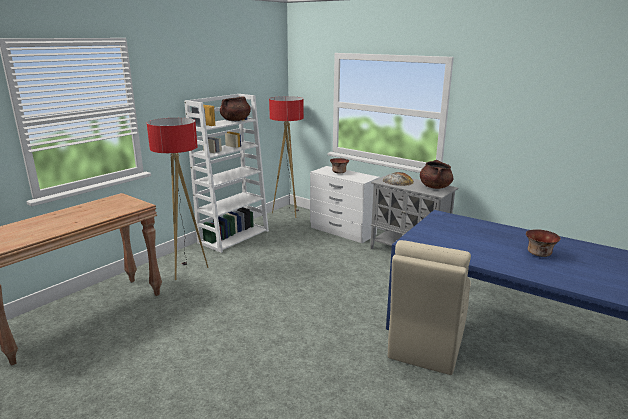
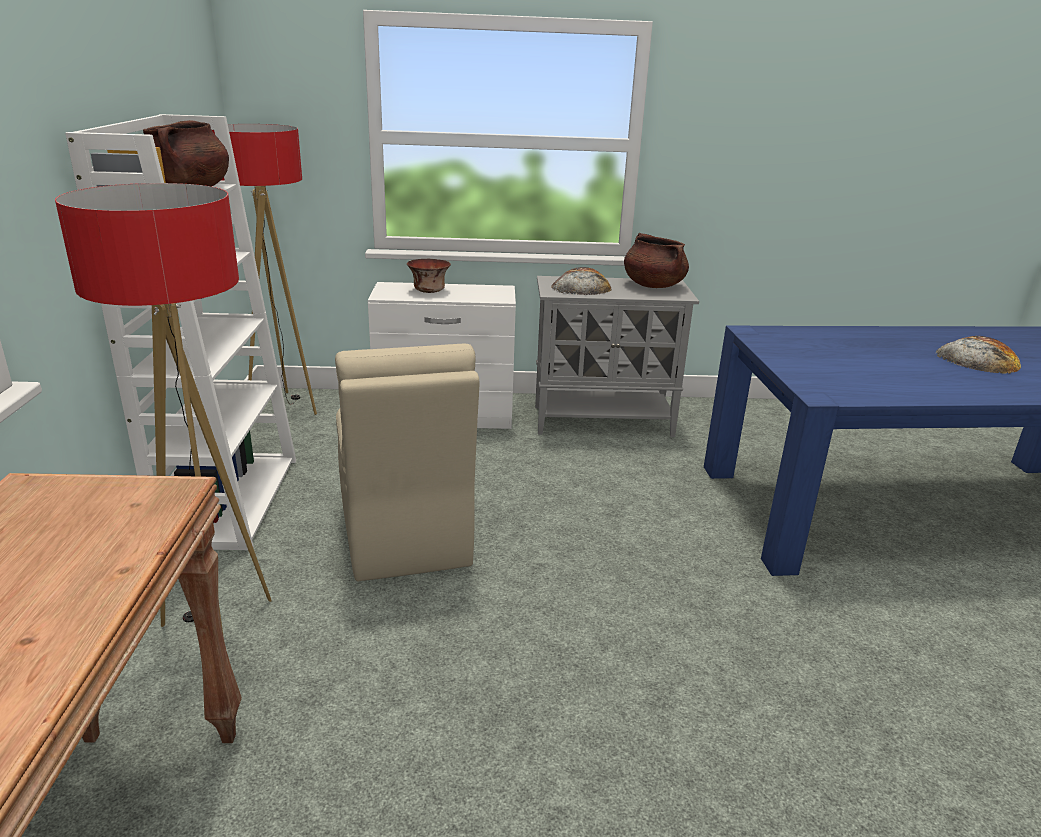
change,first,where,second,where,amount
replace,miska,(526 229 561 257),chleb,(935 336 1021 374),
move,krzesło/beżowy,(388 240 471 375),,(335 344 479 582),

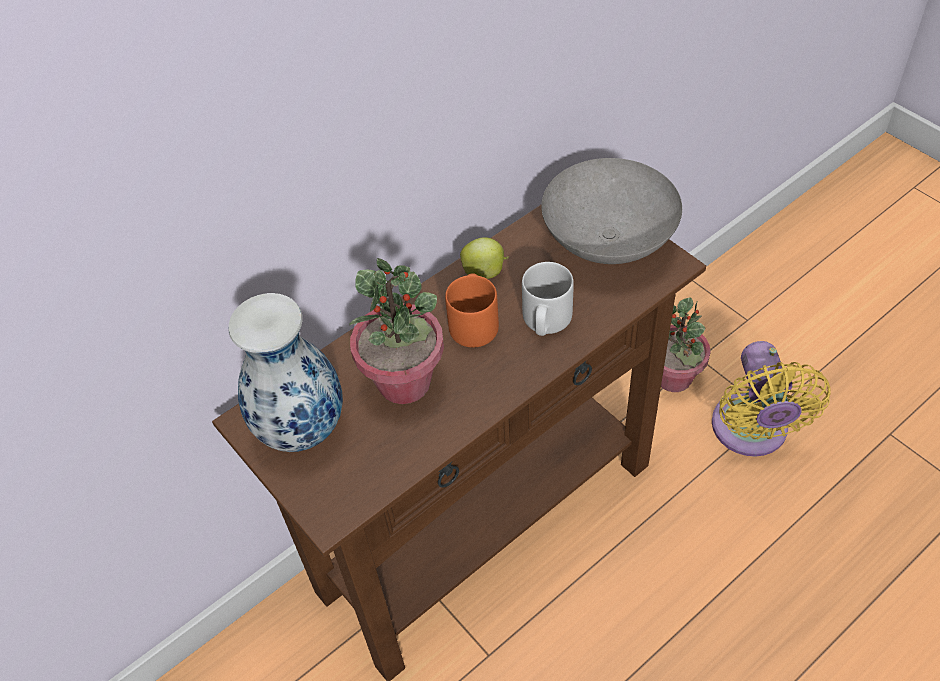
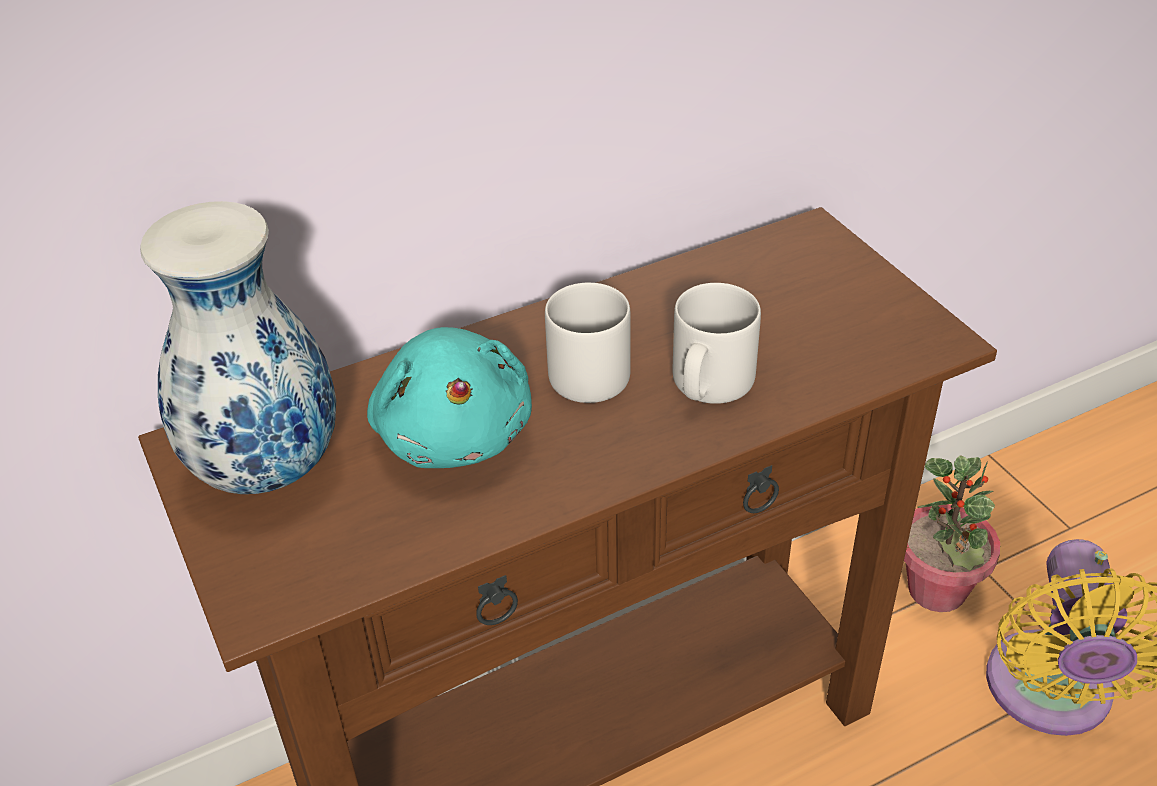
change,first,where,second,where,amount
delete,miska/szary,(541 158 682 264),,,
delete,jabłko,(460 237 509 279),,,
replace,roślina doniczkowa,(349 258 444 404),pluszak/turkusowy,(367 327 532 468),
recolor,kubek/pomarańczowy,(445 273 499 348),kubek/szary,(545 283 631 403),

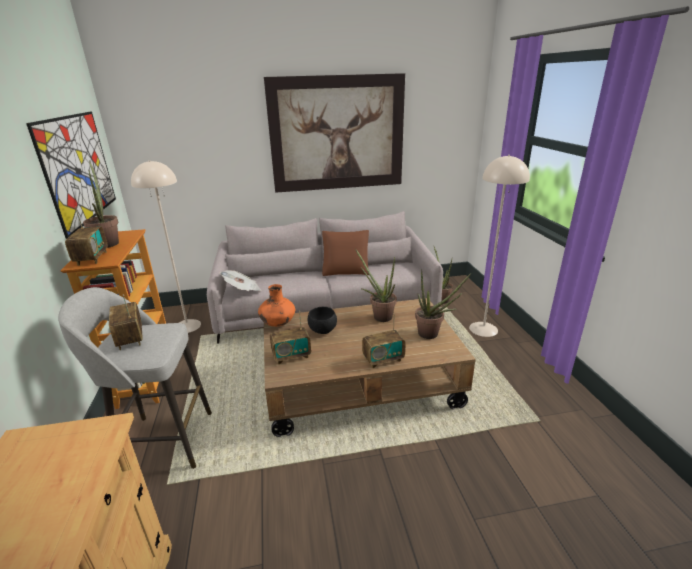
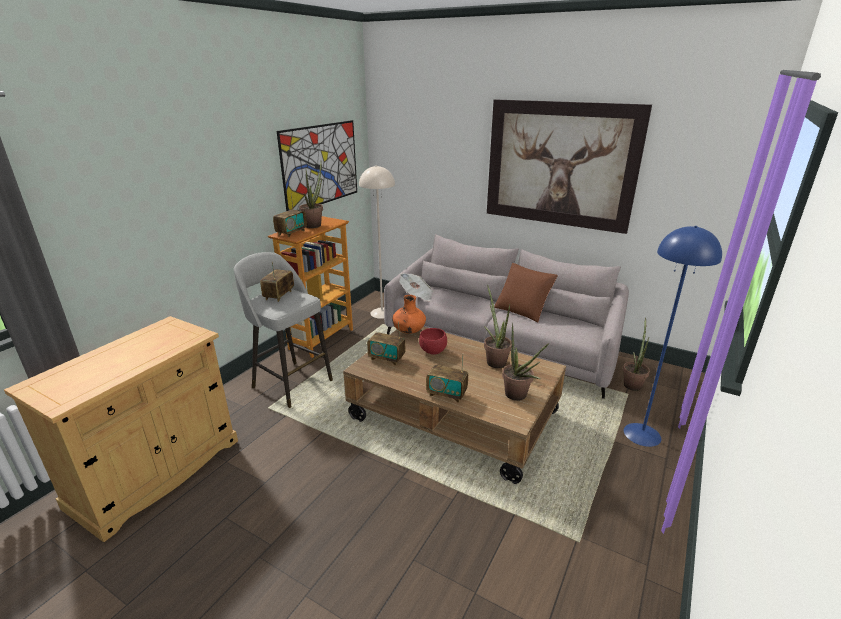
change,first,where,second,where,amount
recolor,lampa stojąca/beżowy,(469 155 530 337),lampa stojąca/niebieski,(624 226 722 447),
recolor,miska/czarny,(308 307 337 334),miska/czerwony,(419 328 447 355),

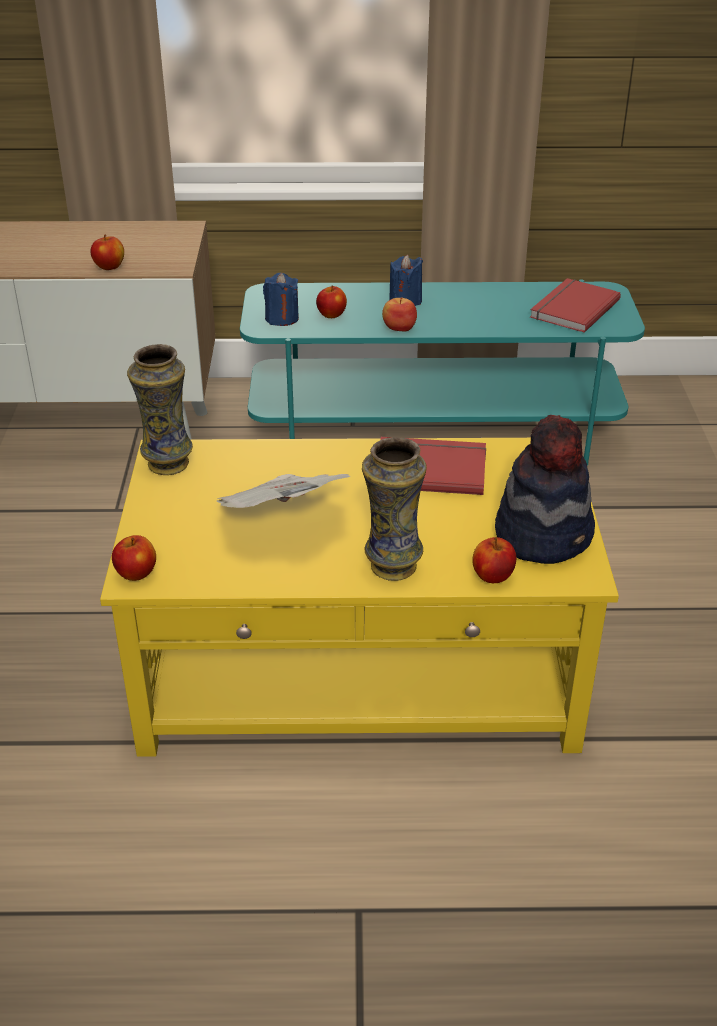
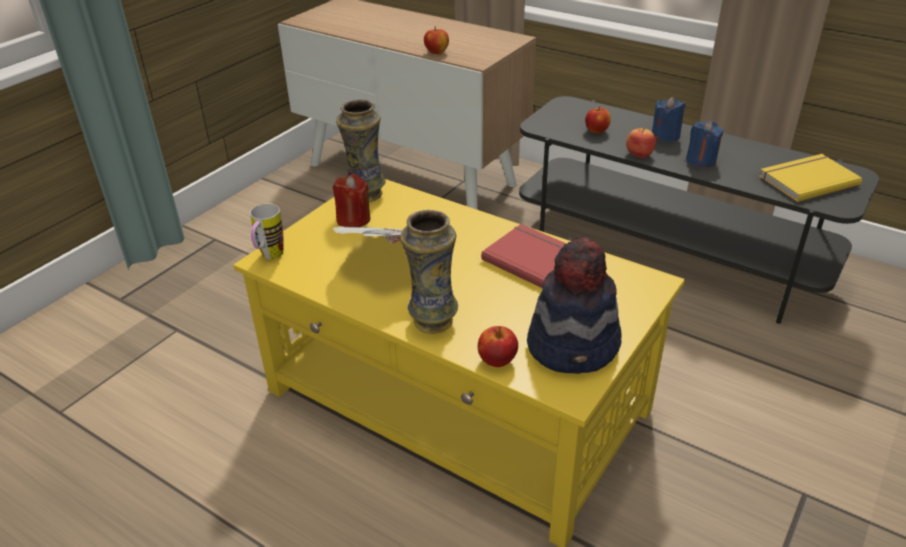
change,first,where,second,where,amount
move,świeca/niebieski,(263 273 299 326),,(686 120 724 167),
recolor,książka/czerwony,(530 278 621 333),książka/żółty,(759 154 862 202),
recolor,szafka pod telewizor/turkusowy,(240 279 645 466),szafka pod telewizor/szary,(519 96 879 324),
replace,jabłko,(112 535 156 581),kubek,(250 204 284 259),
insert,,,świeca/czerwony,(333 174 370 227),

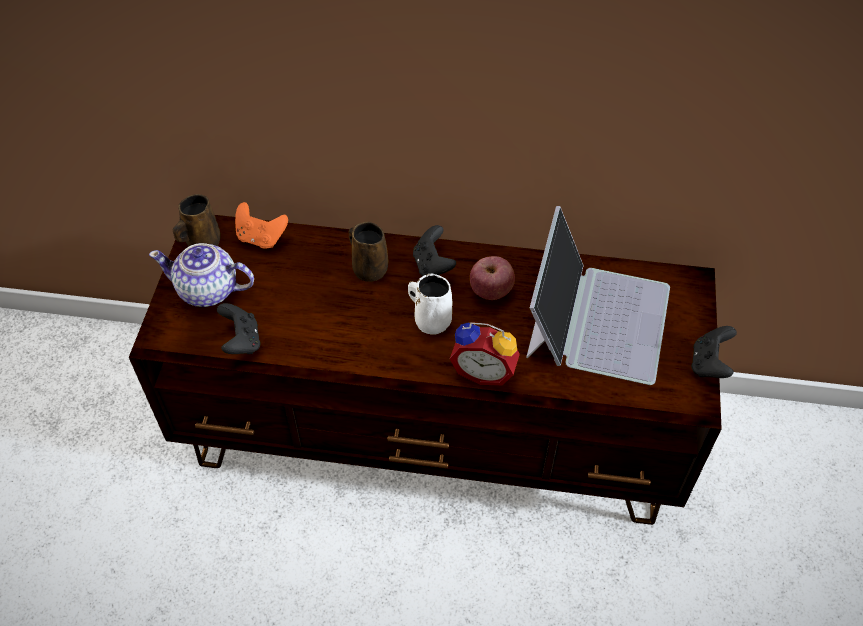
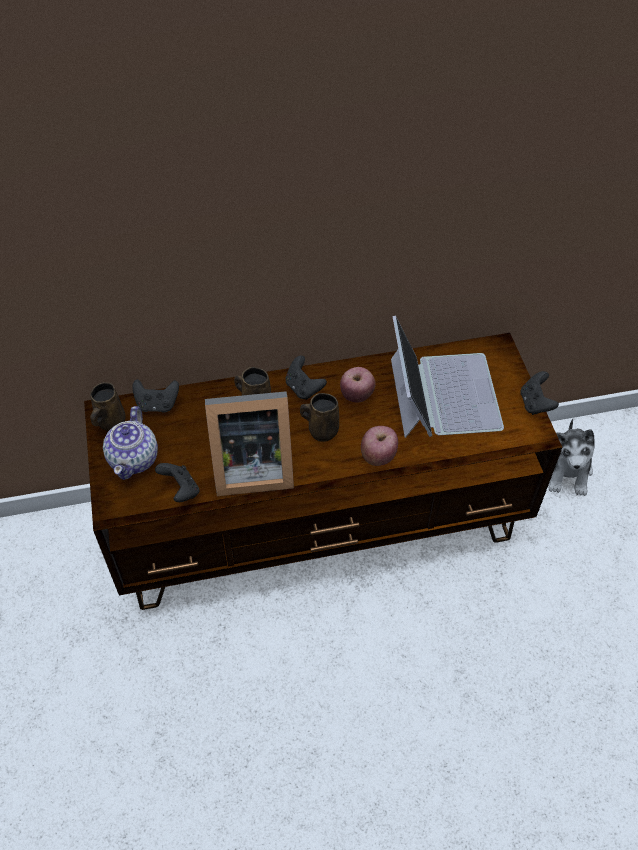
change,first,where,second,where,amount
recolor,pad do gier/pomarańczowy,(235 202 288 249),pad do gier/czarny,(132 379 179 413),
rotate,imbryk,(149 243 254 307),,(103 406 158 480),75 degrees counterclockwise
recolor,kubek/biały,(408 274 452 335),kubek/brązowy,(300 393 339 442),
replace,budzik,(450 322 520 385),jabłko,(361 426 398 466),
insert,,,ramka na zdjęcie,(205 391 294 496),
insert,,,pluszak,(548 419 595 496),

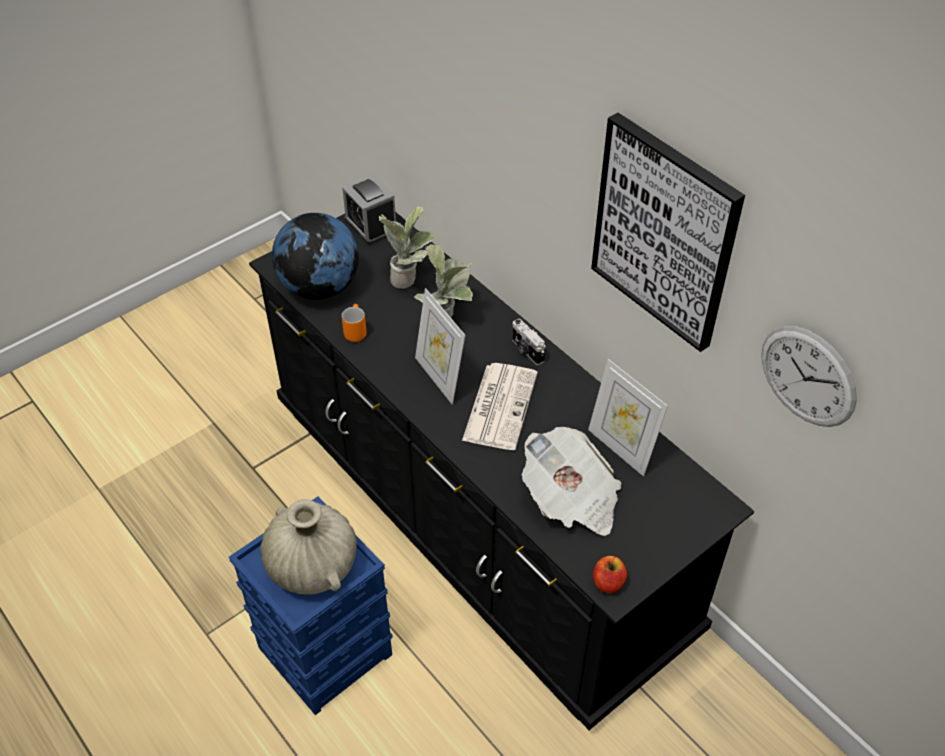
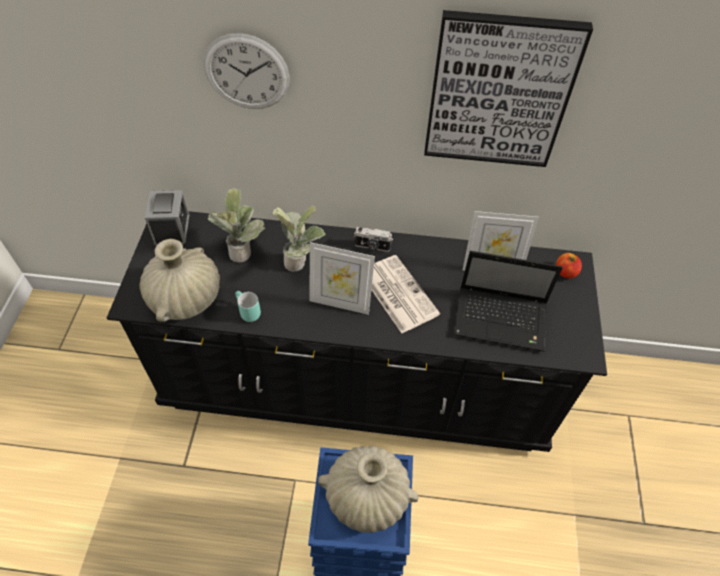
change,first,where,second,where,amount
rotate,budzik,(342 174 396 245),,(145 190 190 247),105 degrees counterclockwise
replace,globus,(272 213 359 300),wazon/beżowy,(139 239 220 322),
recolor,kubek/pomarańczowy,(342 304 367 342),kubek/turkusowy,(235 291 261 322),
move,zegar ścienny,(761 326 857 427),,(204 33 290 109),
replace,gazeta,(522 427 622 536),laptop,(454 251 562 352),
move,jabłko,(593 556 627 593),,(556 253 582 278),

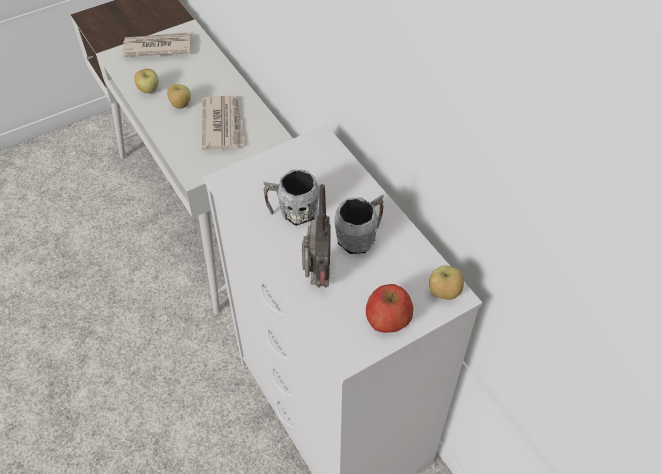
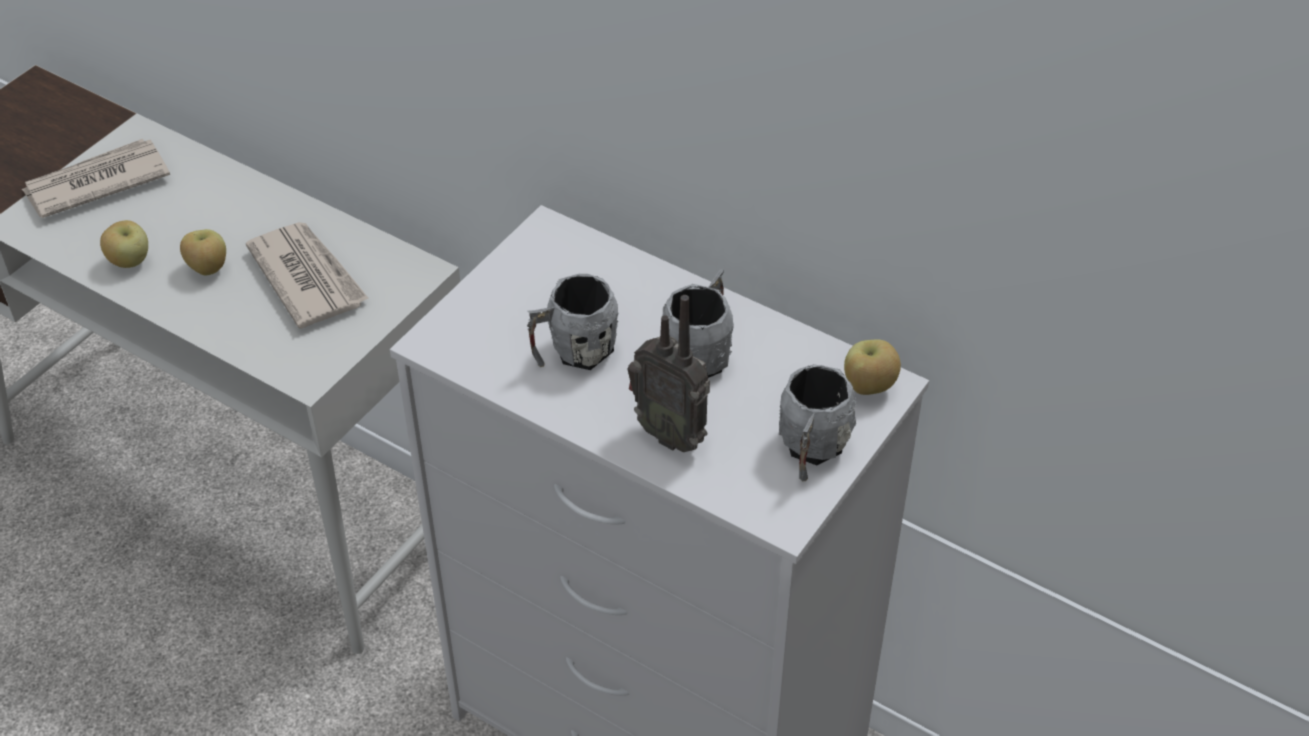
change,first,where,second,where,amount
rotate,radio,(302 184 331 288),,(627 295 710 452),150 degrees clockwise
replace,jabłko,(366 284 413 333),kubek/szary,(779 364 857 482),

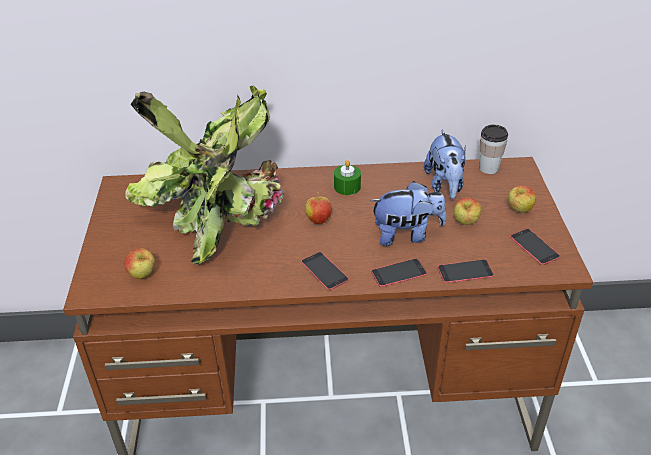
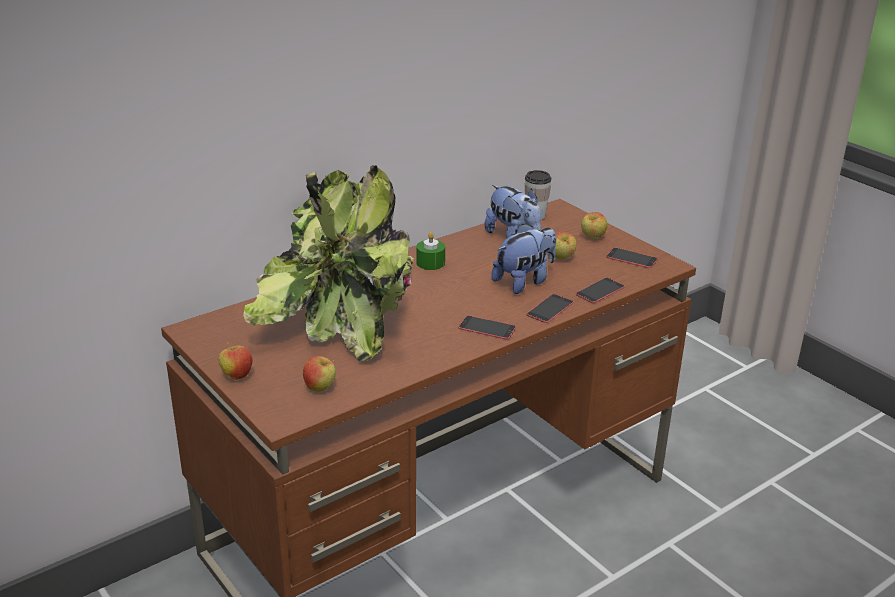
change,first,where,second,where,amount
move,jabłko,(305 192 332 224),,(219 342 252 380),

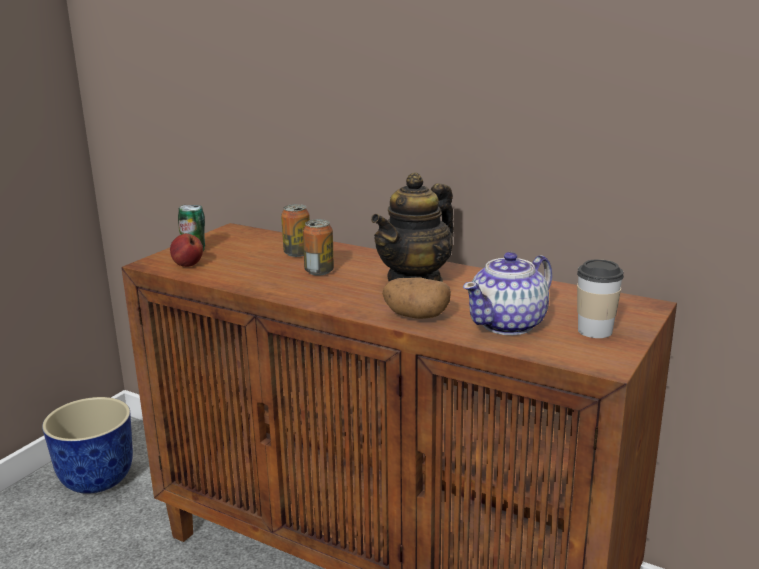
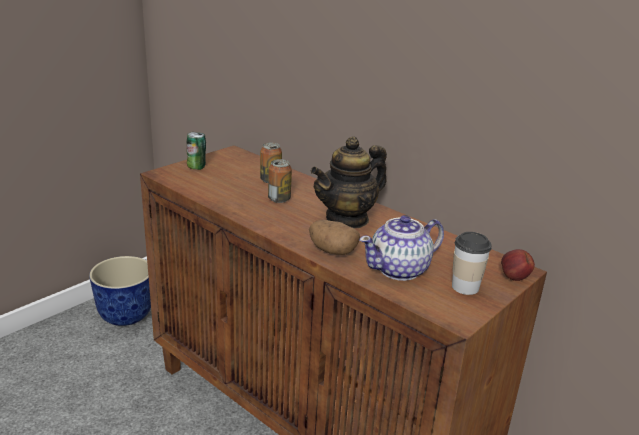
change,first,where,second,where,amount
move,jabłko,(170 234 203 267),,(501 249 535 281),

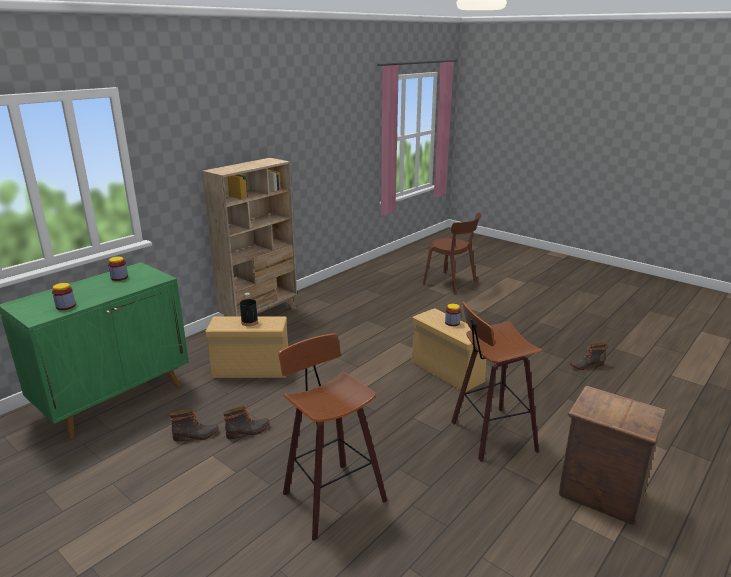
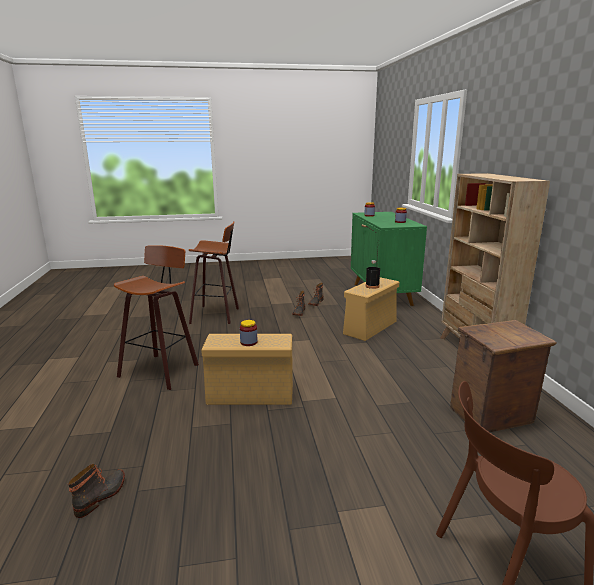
change,first,where,second,where,amount
move,skrzynka,(559 386 666 525),,(450 320 557 432),

